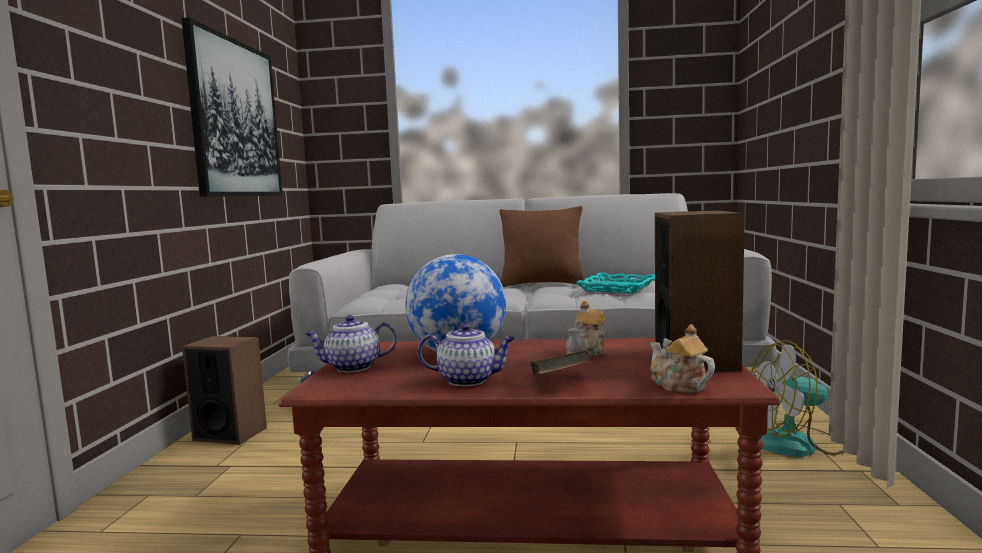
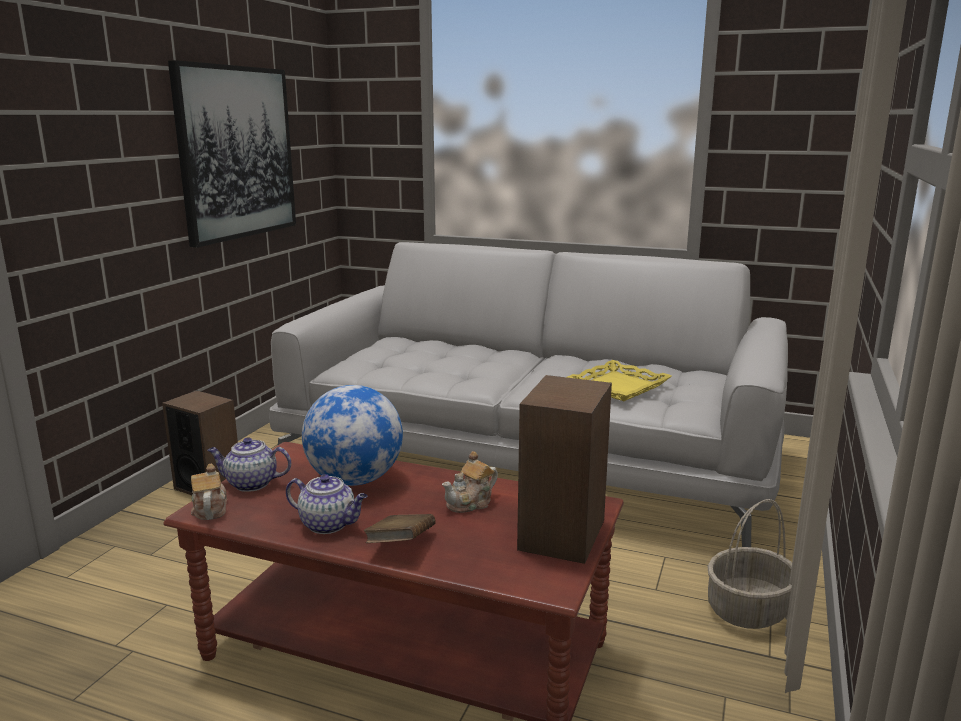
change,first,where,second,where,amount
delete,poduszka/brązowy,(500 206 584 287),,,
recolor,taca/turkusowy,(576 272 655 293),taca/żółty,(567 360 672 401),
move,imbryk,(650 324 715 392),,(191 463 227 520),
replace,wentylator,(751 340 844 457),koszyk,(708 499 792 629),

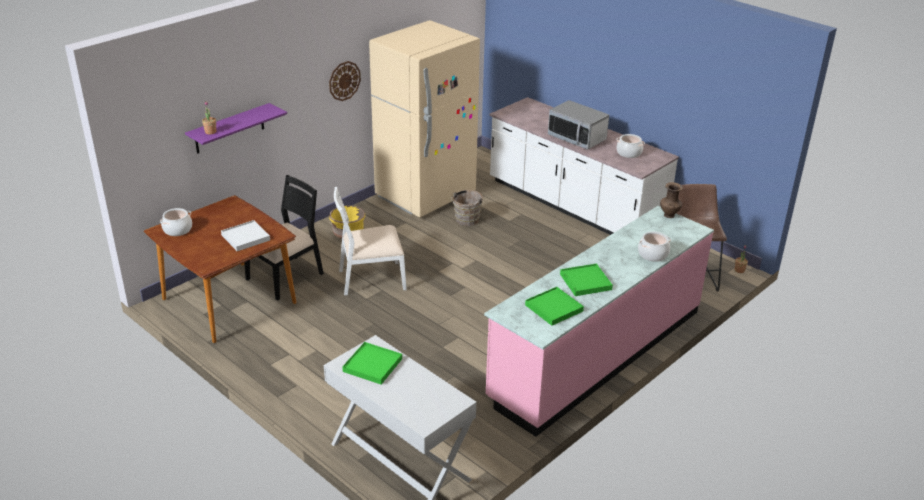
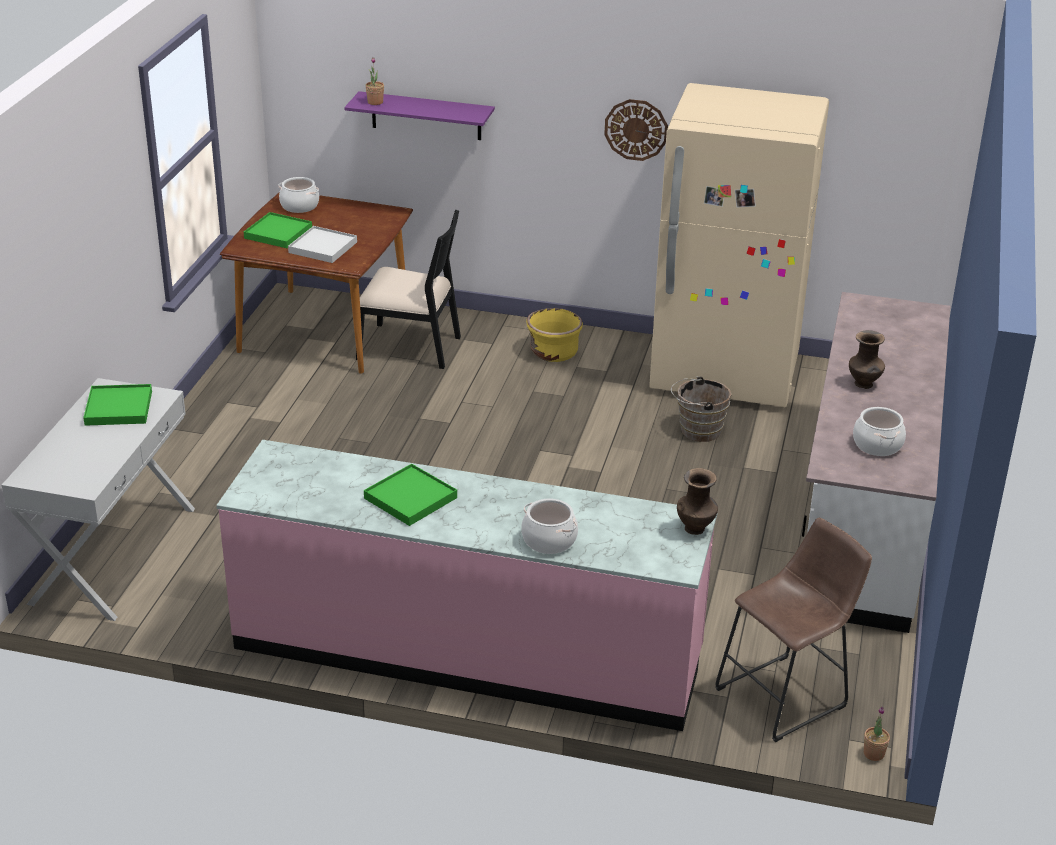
change,first,where,second,where,amount
replace,mikrofalówka,(548 100 609 150),wazon/brązowy,(849 330 885 389),
delete,krzesło/biały,(334 187 407 295),,,
move,taca/zielony,(525 287 584 326),,(244 212 312 248),

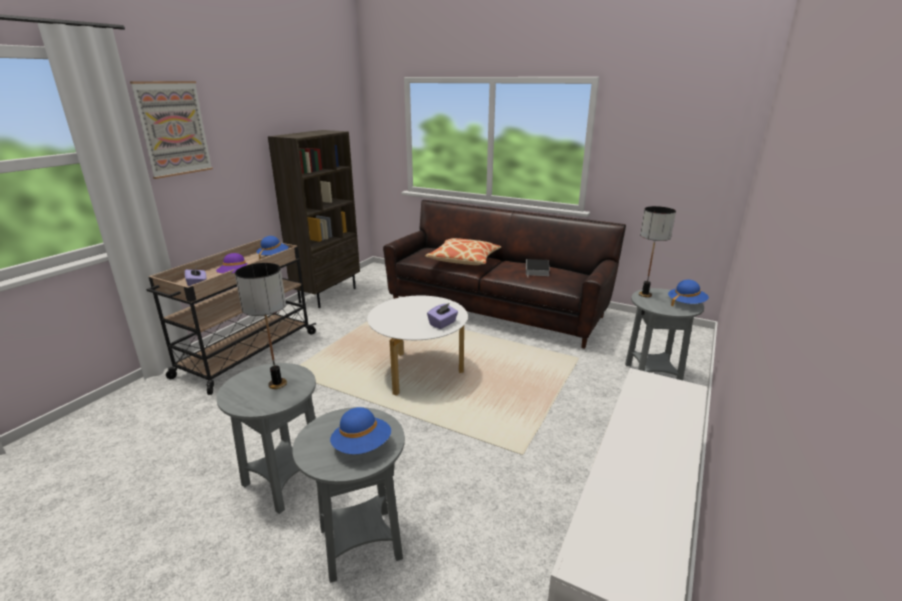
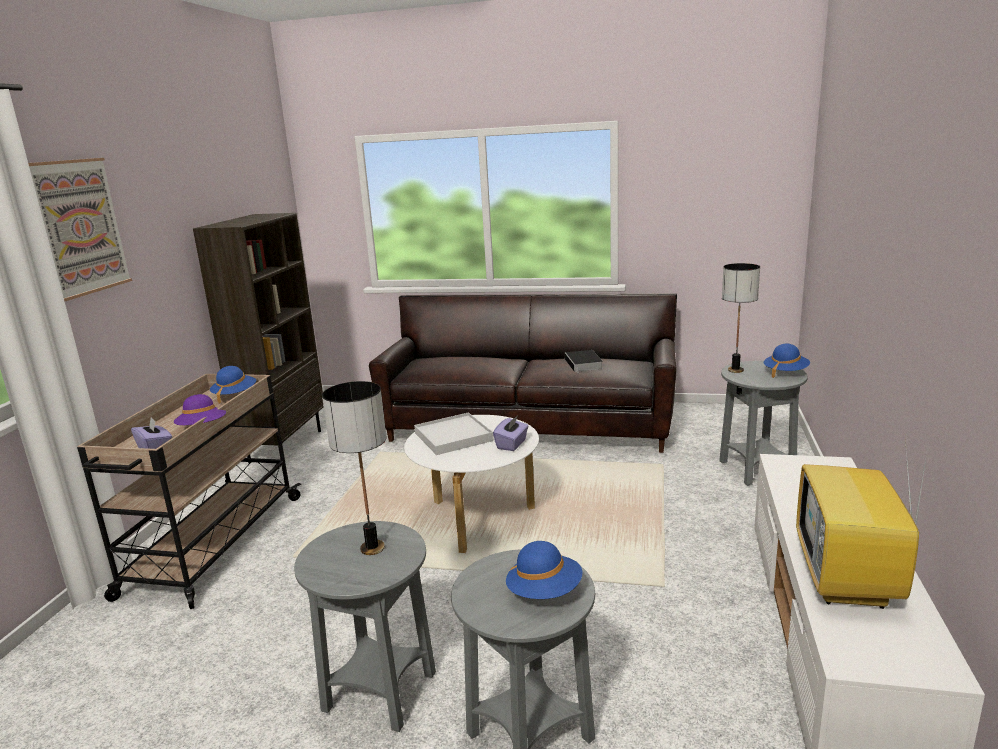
change,first,where,second,where,amount
delete,poduszka,(425 238 501 265),,,
insert,,,taca/biały,(414 412 494 455),
insert,,,telewizor,(796 438 929 609),

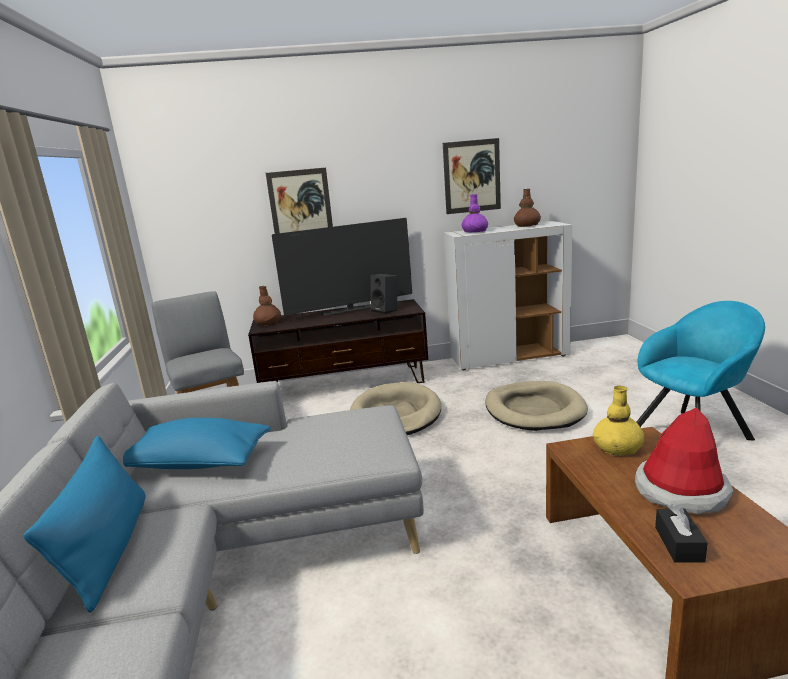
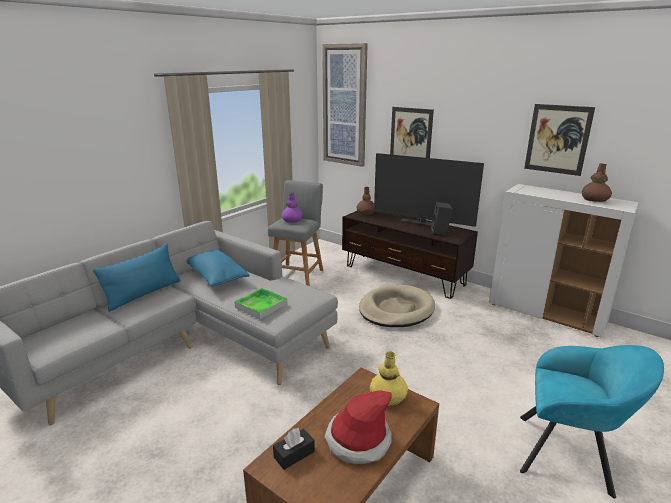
change,first,where,second,where,amount
move,wazon/fioletowy,(462 194 488 232),,(282 192 303 223),
delete,legowisko/beżowy,(485 381 588 431),,,
insert,,,obraz,(322 43 368 167),
insert,,,taca,(234 288 287 320),

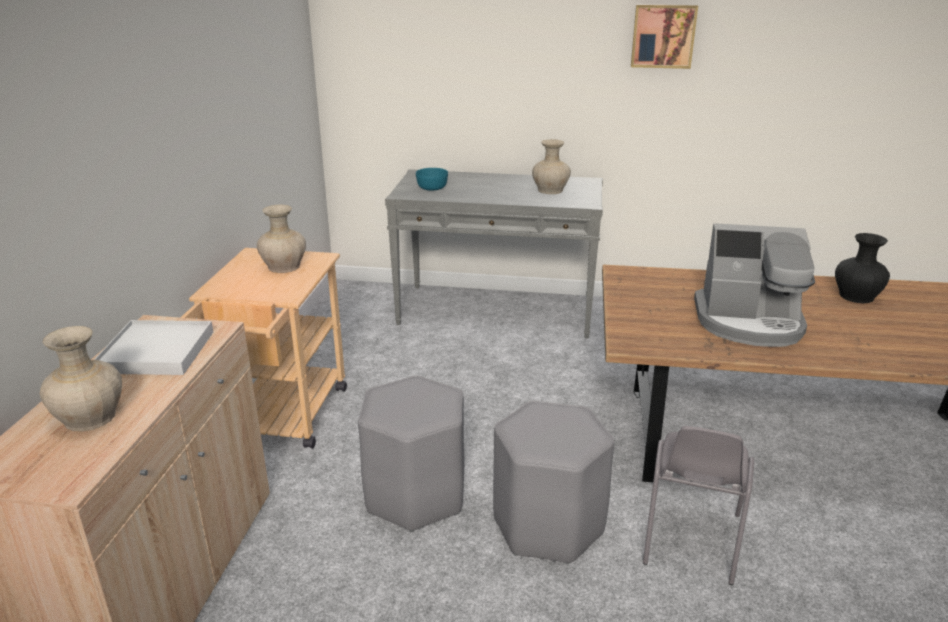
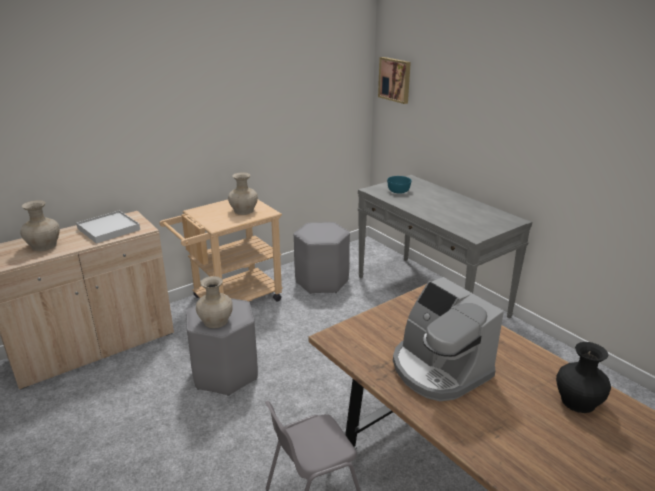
change,first,where,second,where,amount
move,obraz,(631 4 698 69),,(378 57 411 104),
move,wazon/beżowy,(532 139 571 194),,(196 276 233 328),
move,stołek/szary,(493 401 615 564),,(294 222 350 294),

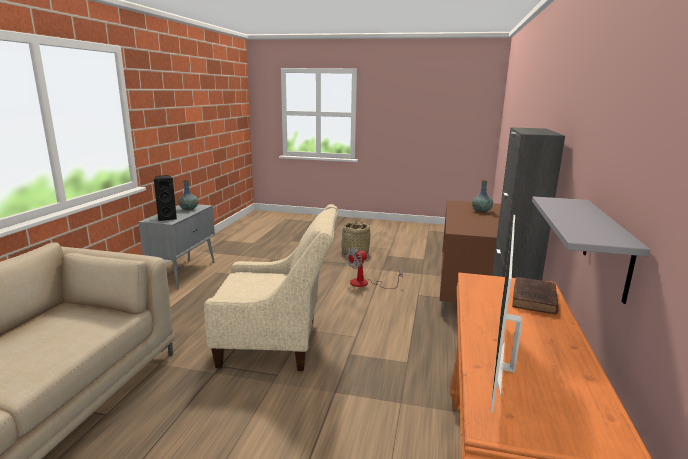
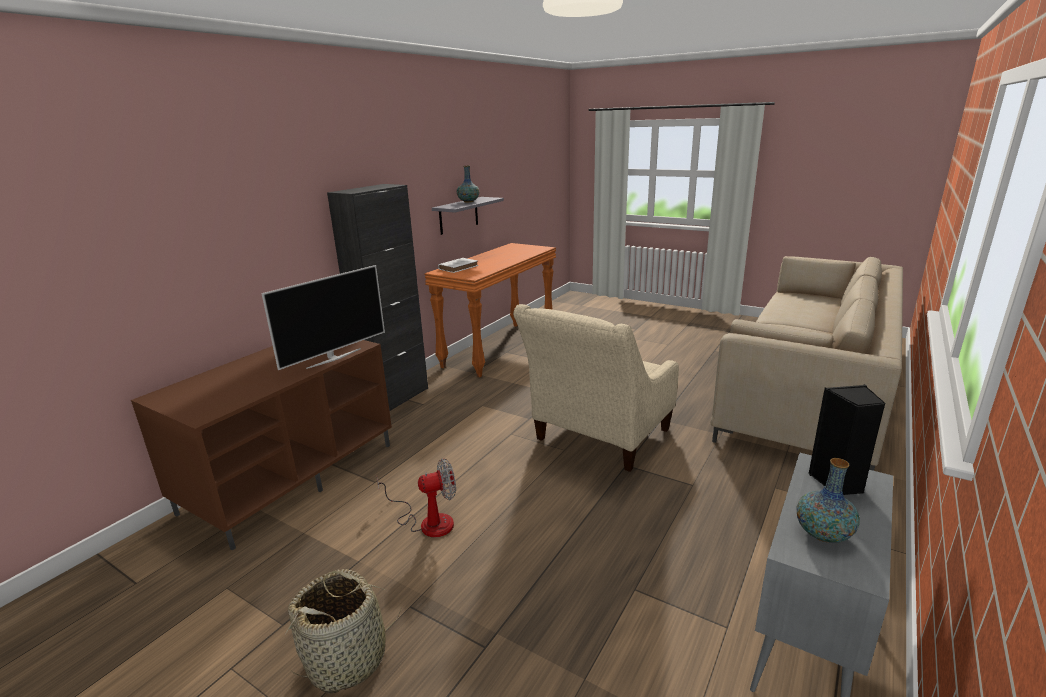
change,first,where,second,where,amount
move,wazon,(472 180 493 212),,(457 166 479 202),
rotate,fotel/beżowy,(204 204 338 371),,(513 304 679 472),75 degrees counterclockwise
move,telewizor,(491 215 522 412),,(261 265 385 370),
recolor,książka/brązowy,(512 277 559 315),książka/biały,(438 258 478 273),

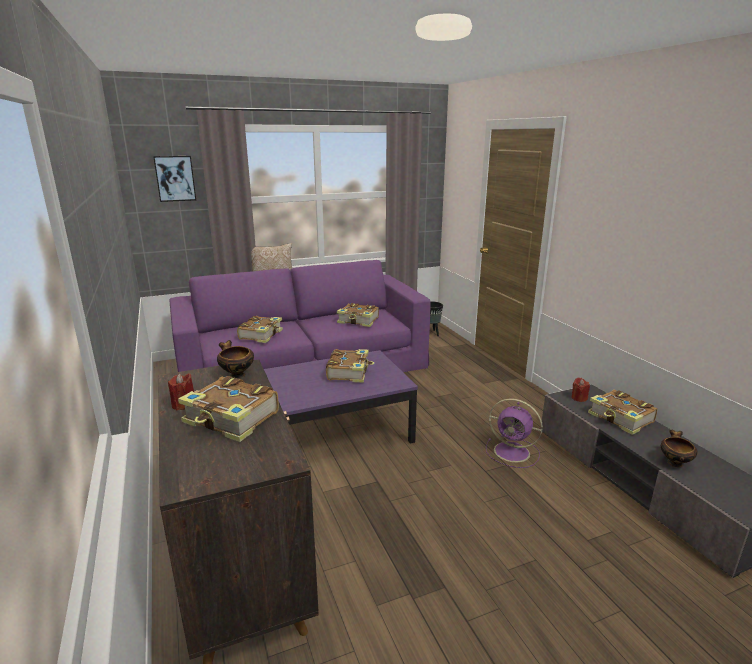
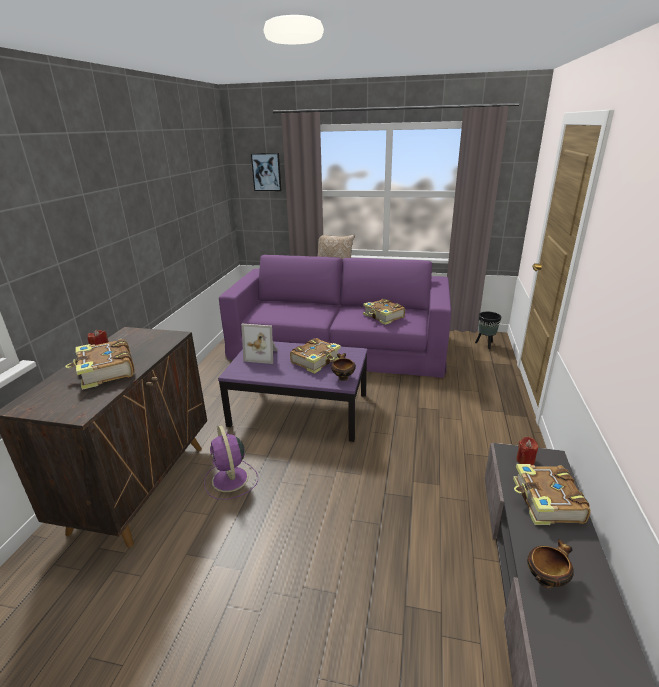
change,first,where,second,where,amount
delete,książka,(237 316 283 343),,,
move,miska,(217 340 254 379),,(331 353 356 381),
move,wentylator/fioletowy,(486 398 543 468),,(204 425 258 500),
insert,,,ramka na zdjęcie,(241 324 278 364),

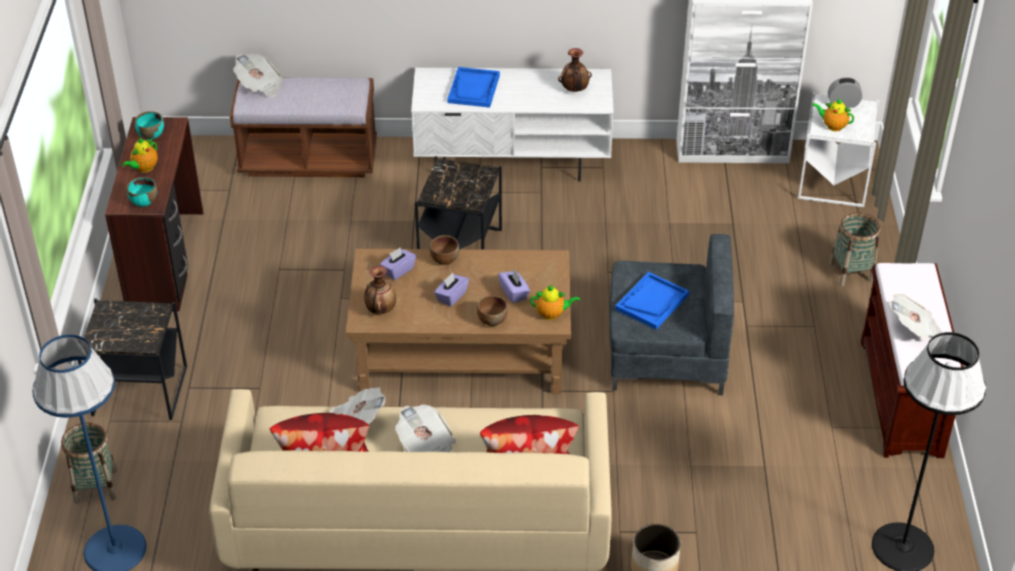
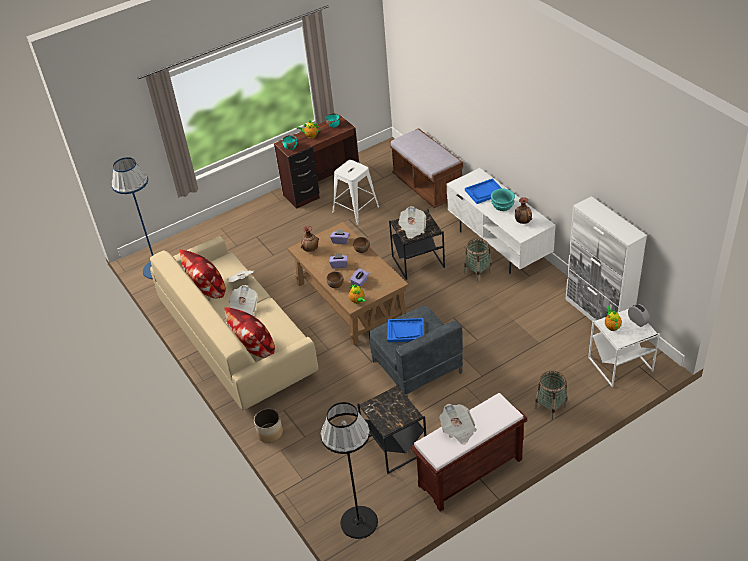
change,first,where,second,where,amount
move,gazeta,(233 54 284 97),,(398 206 426 239),
move,stolik/czarny,(78 298 187 420),,(357 384 426 474),
move,koszyk,(61 422 117 504),,(464 238 492 282),
insert,,,stołek/biały,(332 160 379 225),
insert,,,miska/turkusowy,(491 188 515 211),

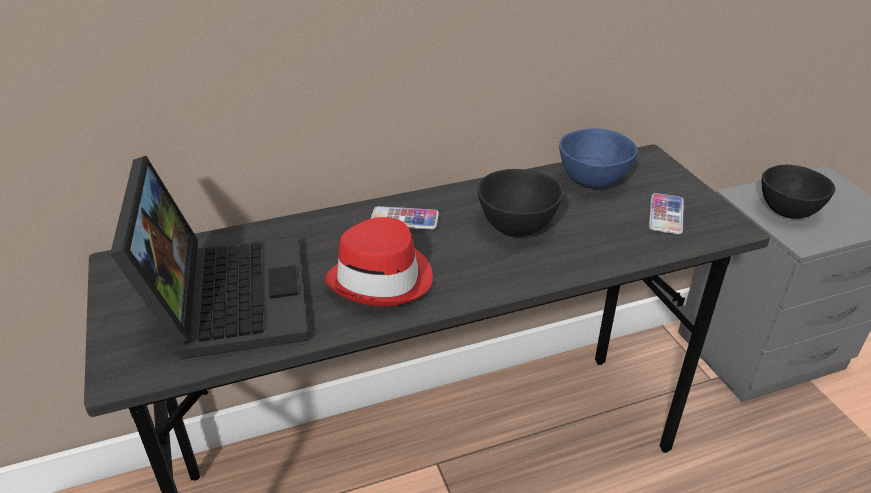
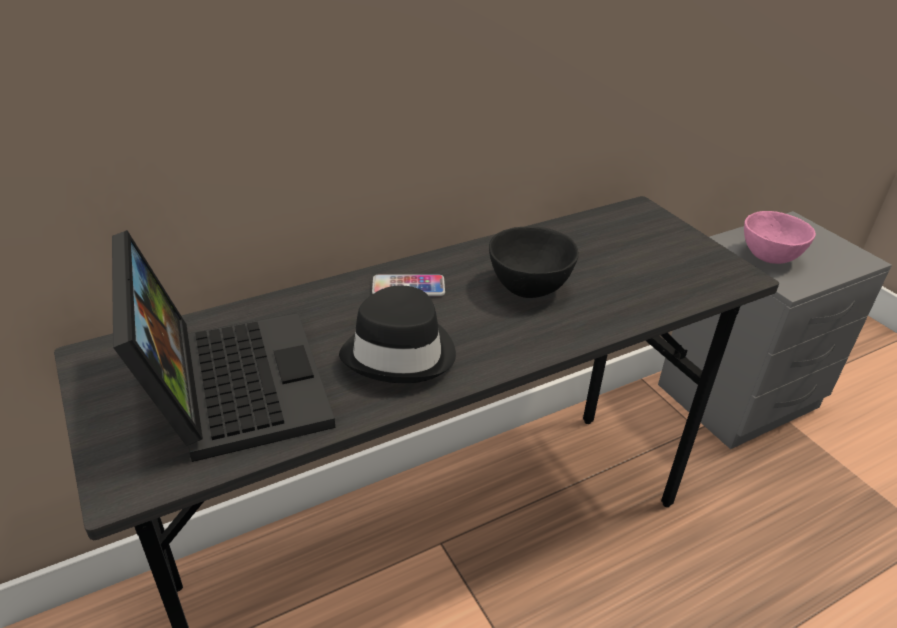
change,first,where,second,where,amount
delete,miska/niebieski,(559 128 638 188),,,
recolor,miska/czarny,(762 165 835 219),miska/różowy,(744 211 816 264),
delete,telefon,(649 193 684 234),,,
recolor,kapelusz/czerwony,(324 217 433 306),kapelusz/czarny,(339 286 456 383),

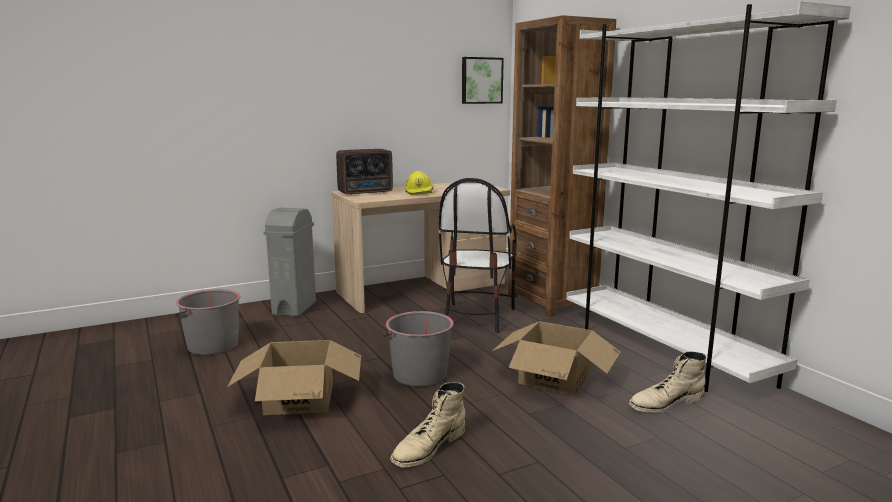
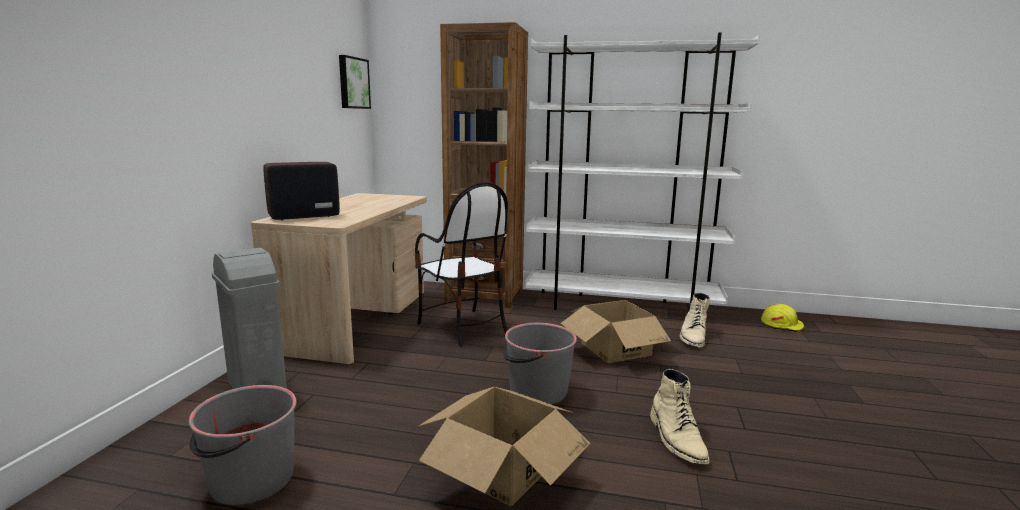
change,first,where,second,where,amount
rotate,radio,(336 149 393 195),,(263 162 340 220),135 degrees counterclockwise
move,kask/żółty,(405 171 434 195),,(761 304 804 332),

